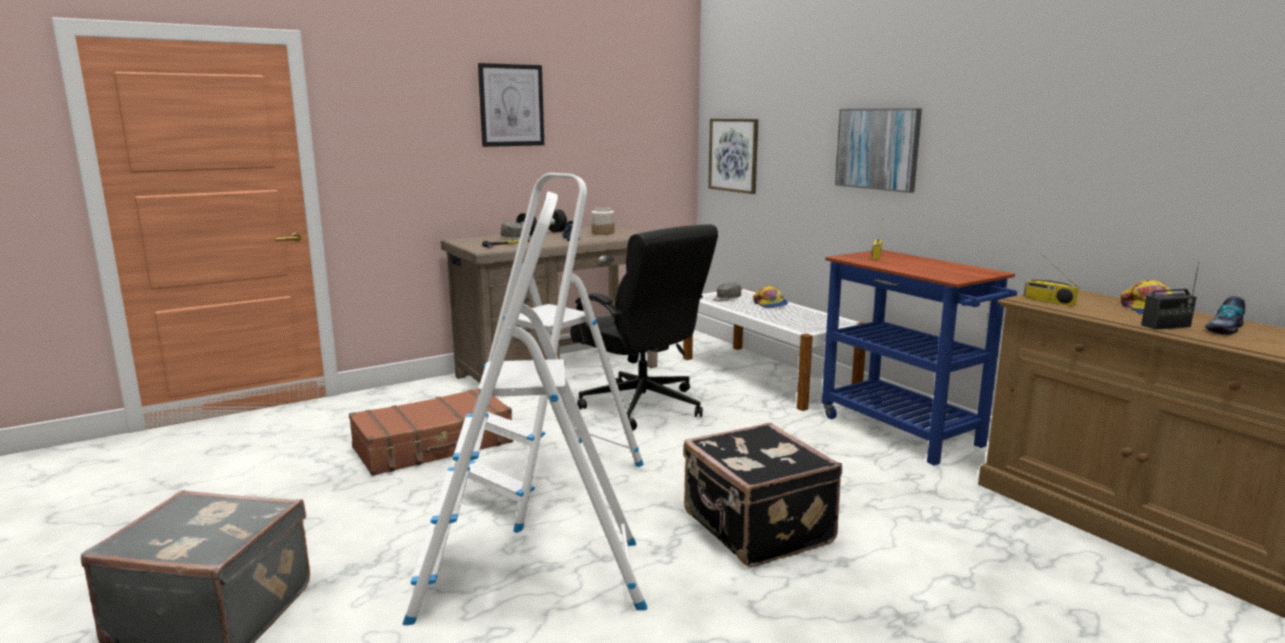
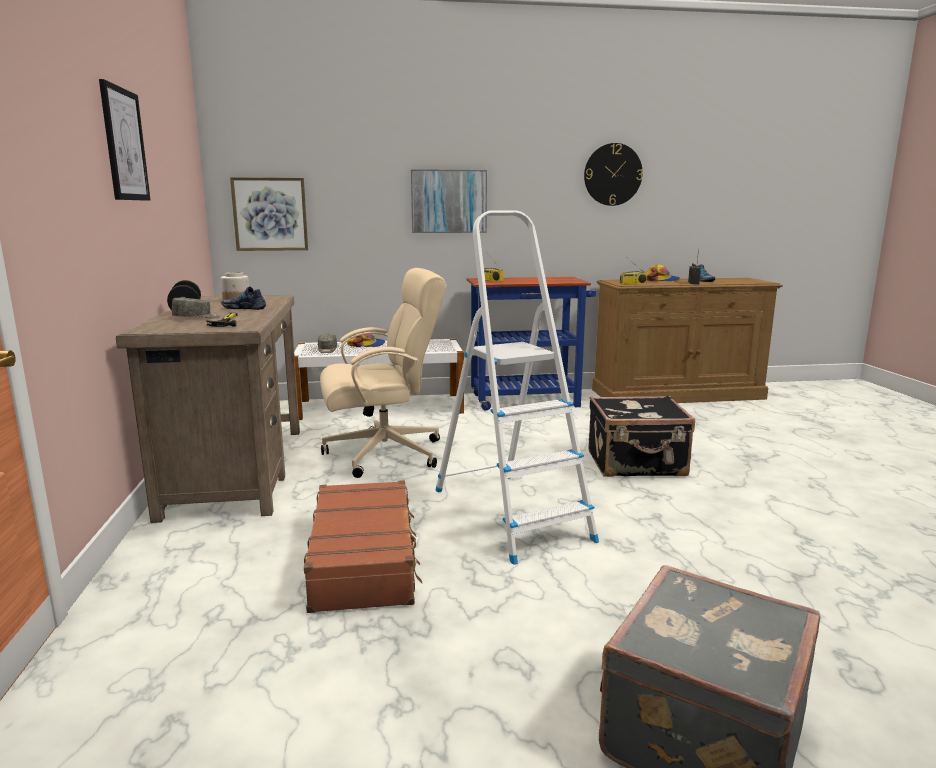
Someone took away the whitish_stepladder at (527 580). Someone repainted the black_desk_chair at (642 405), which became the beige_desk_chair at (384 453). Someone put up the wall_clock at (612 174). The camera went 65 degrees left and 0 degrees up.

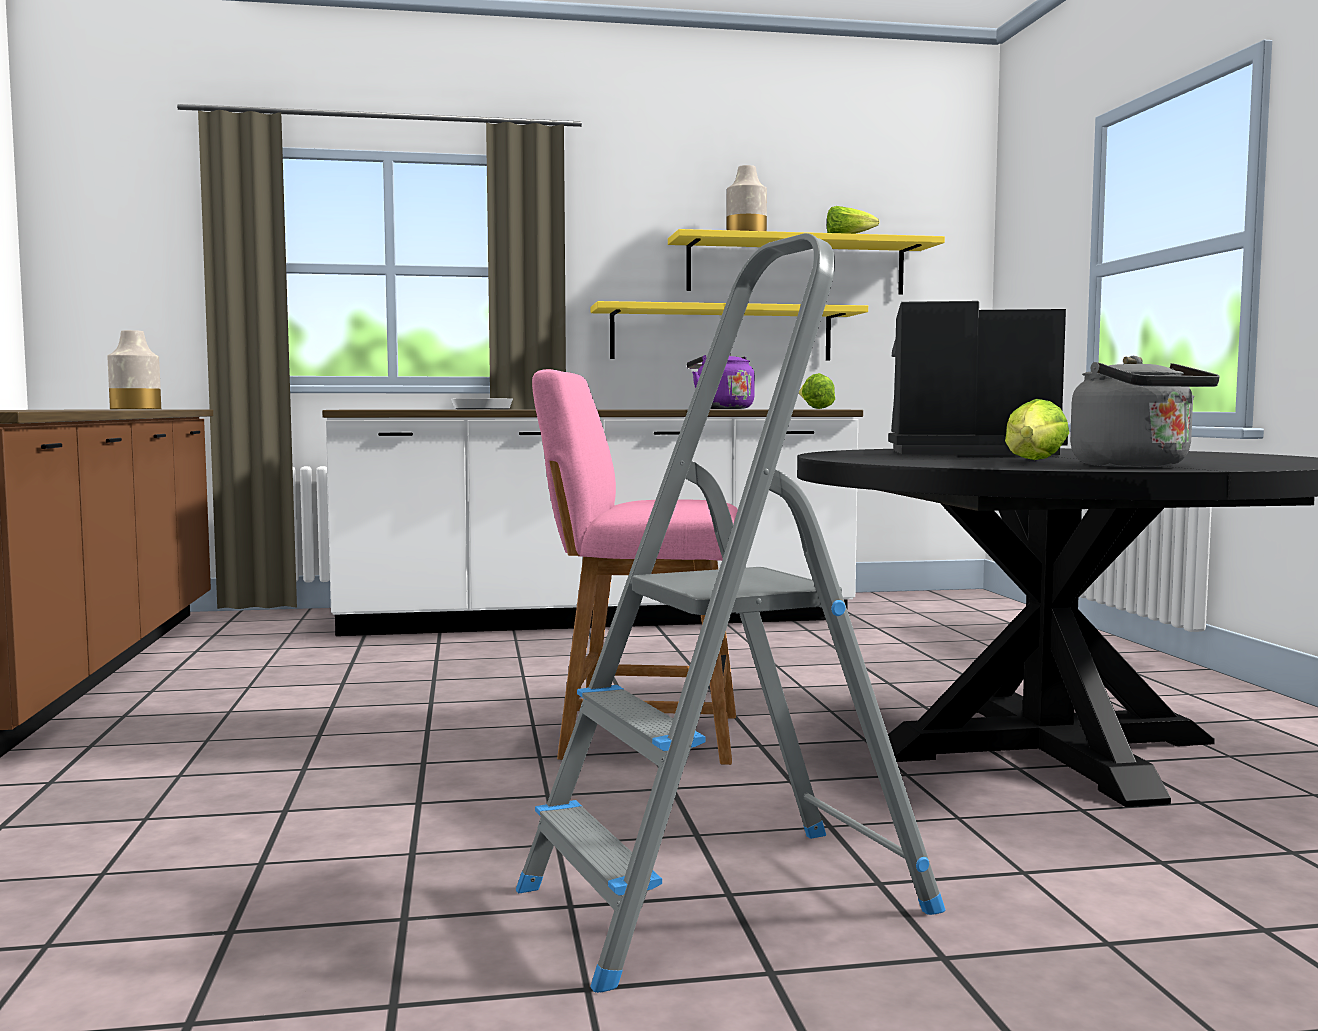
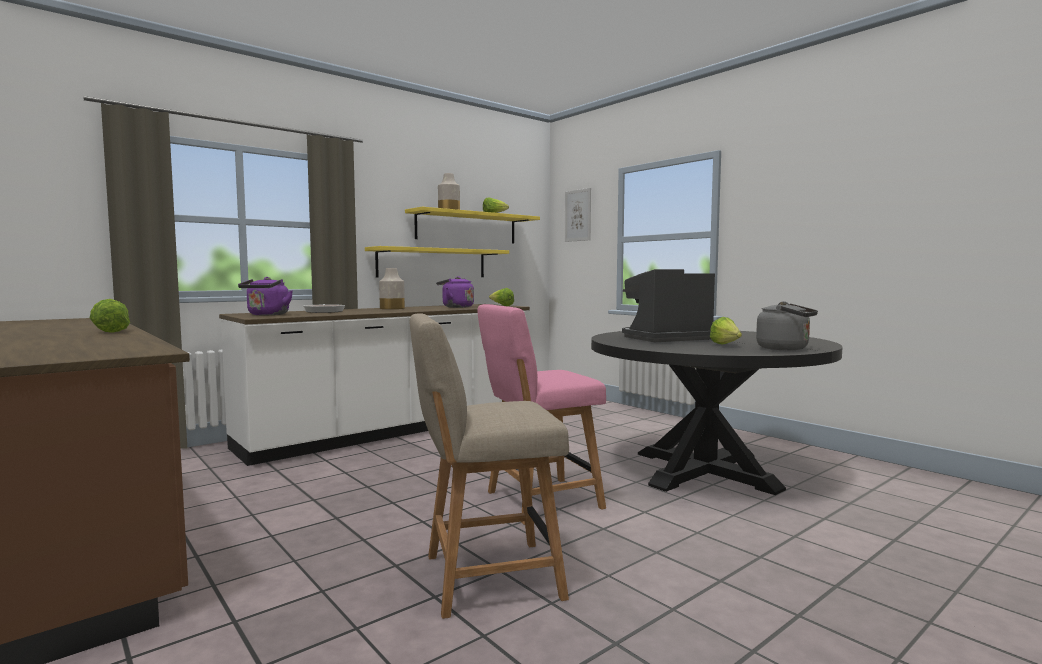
Someone took away the grey_stepladder at (721 901). Someone carried the beige_flower_vase from (135 409) to (392 308). Someone put up the wall_picture at (578 215). Someone put down the purplish_water_kettle at (267 315). Someone put down the head_of_lettuce at (111 331). Someone put down the beige_plain_chair at (484 578). The camera went 30 degrees left and 0 degrees up.

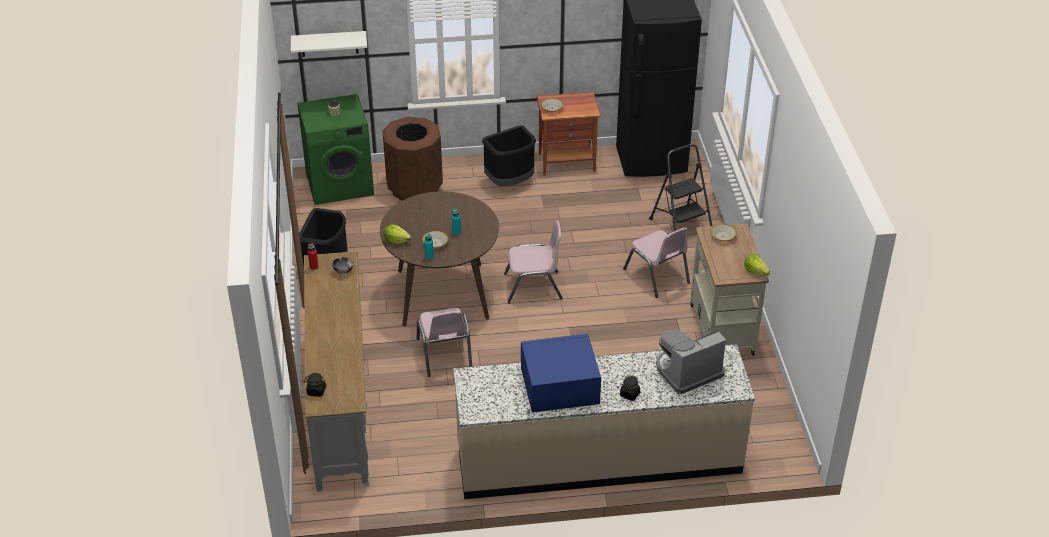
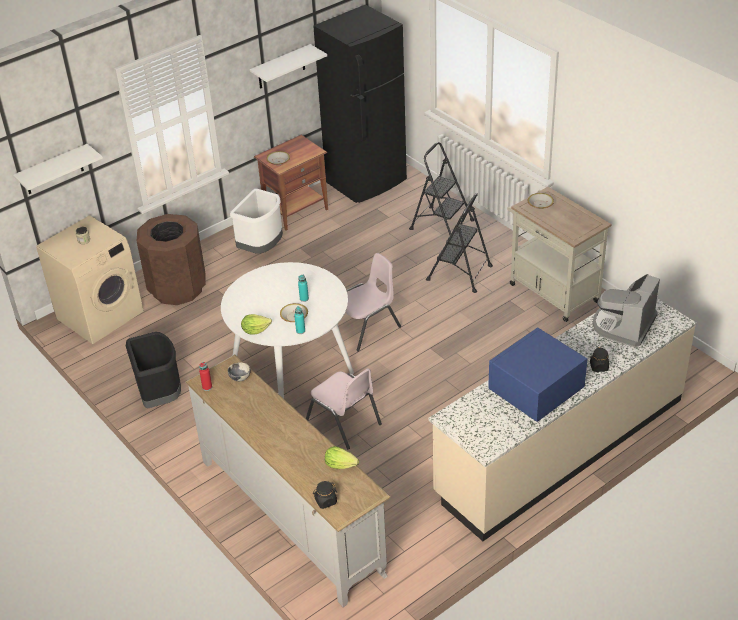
Someone repainted the green-coloured_laundry_appliance at (340 184), which became the beige_laundry_appliance at (101 315). Someone repainted the black_trash_can at (510 182), which became the whitish_trash_can at (262 248). Someone repainted the brownish_kitchen_table at (442 294), which became the whitish_kitchen_table at (292 370). Someone swapped the pink_plain_chair at (657 276) for the black_stepladder at (461 273). Someone carried the head_of_lettuce from (755 271) to (340 465). Someone put up the whitish_wall_shelf at (281 67). The camera went 30 degrees left and 0 degrees up.

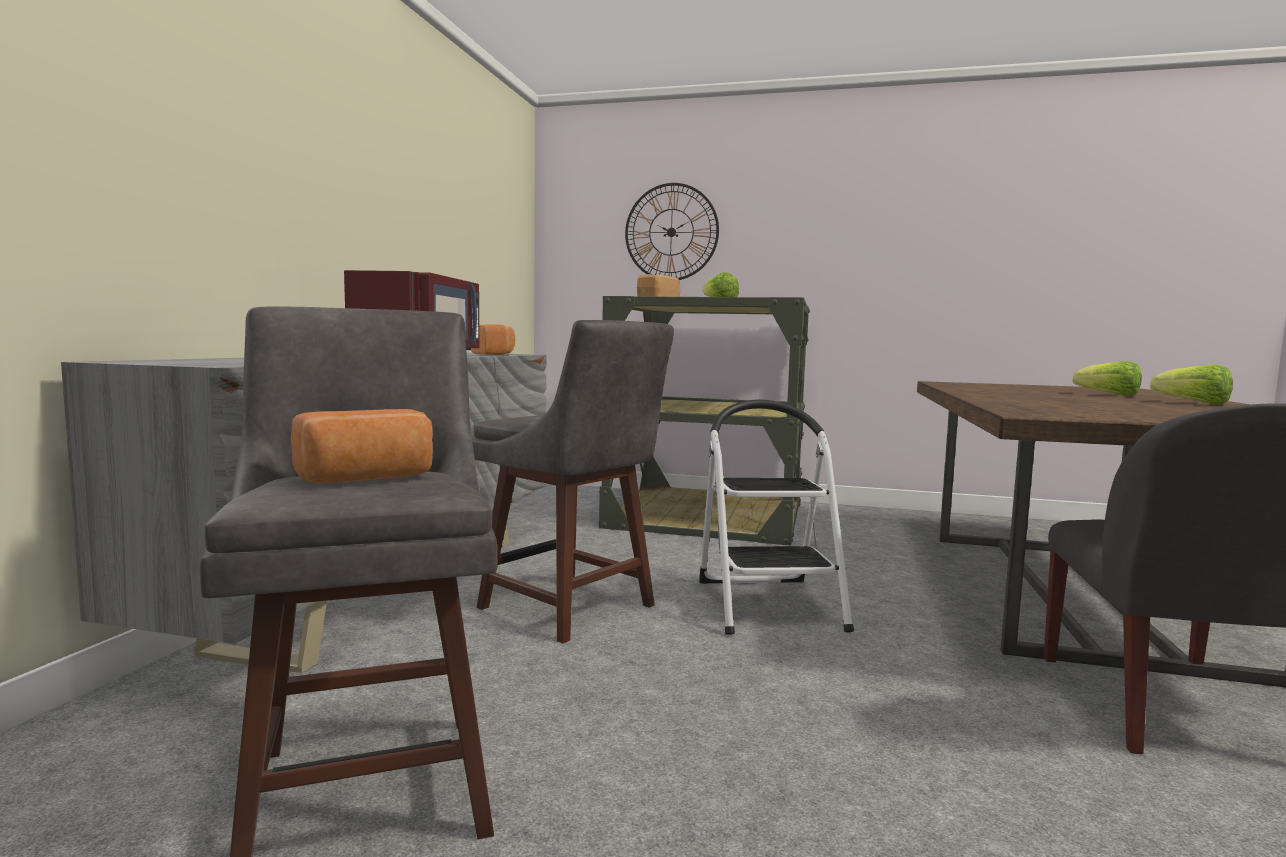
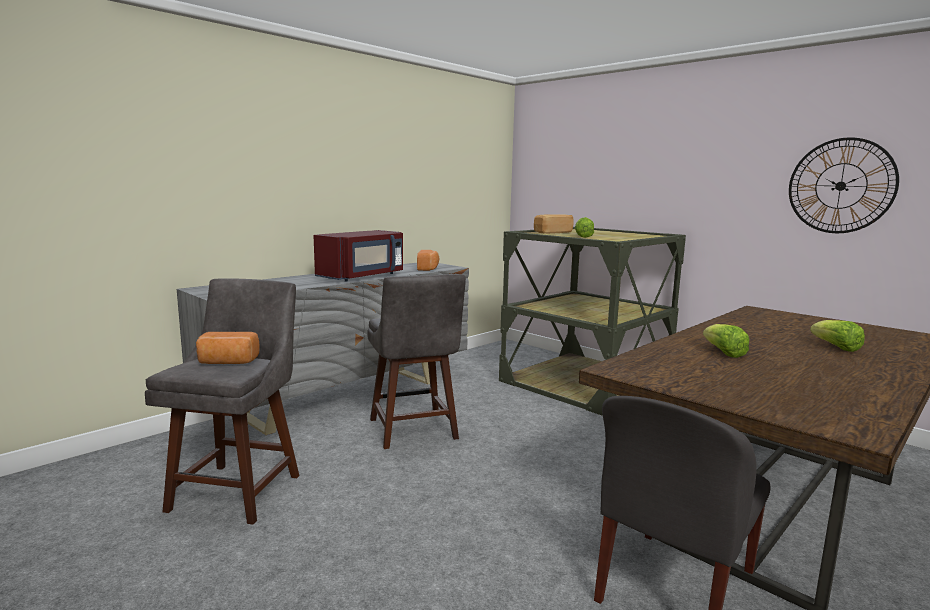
Someone carried the wall_clock from (671 232) to (840 186). Someone carried the head_of_lettuce from (1193 403) to (723 353). Someone took away the stepladder at (768 603). The camera went 30 degrees right and 5 degrees up.

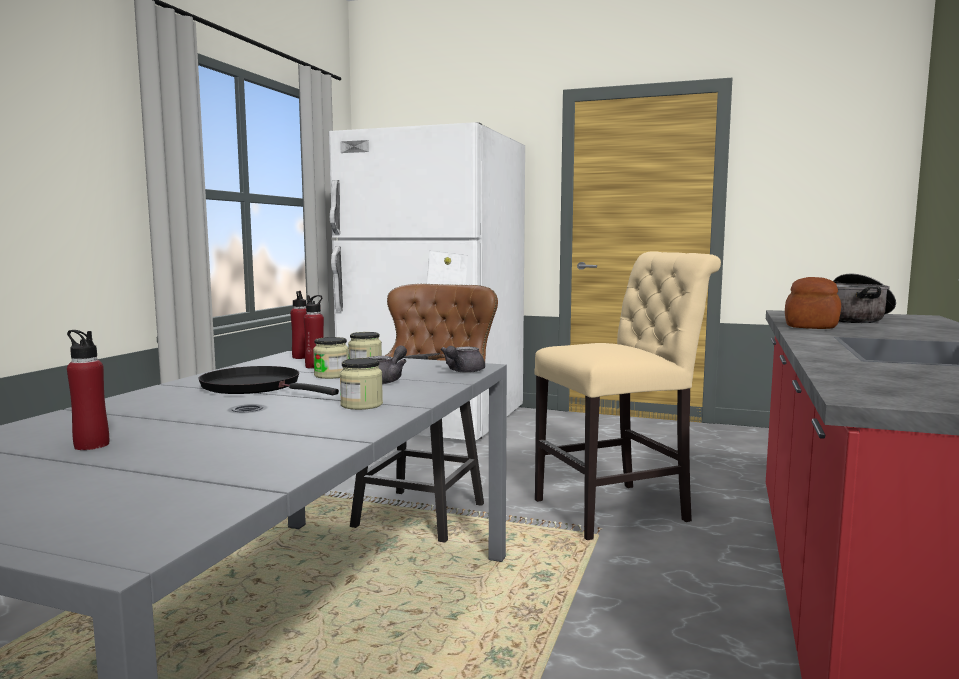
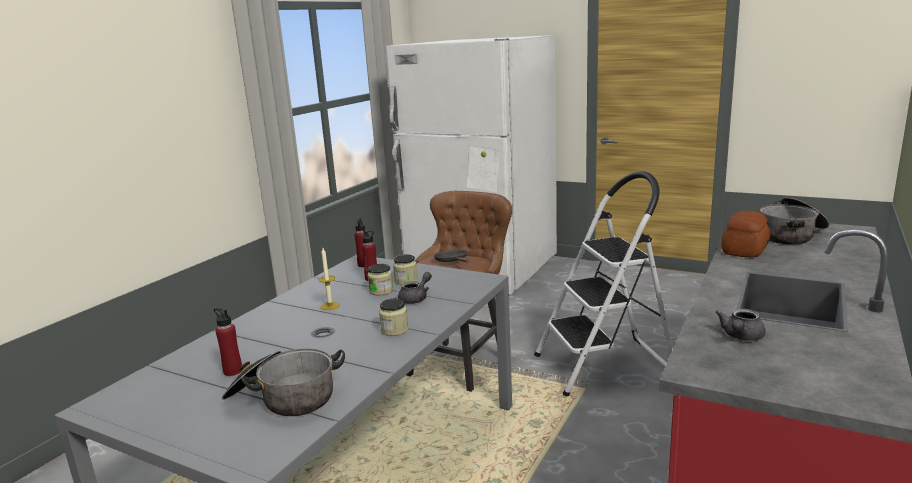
Someone swapped the beige_stool_seat at (619 510) for the stepladder at (608 366). Someone carried the grey_tea_pot from (462 371) to (740 337). Someone swapped the black_skillet at (256 387) for the wax_candle at (330 306). Someone put down the stockpot at (284 399). The camera went 10 degrees right and 10 degrees up.

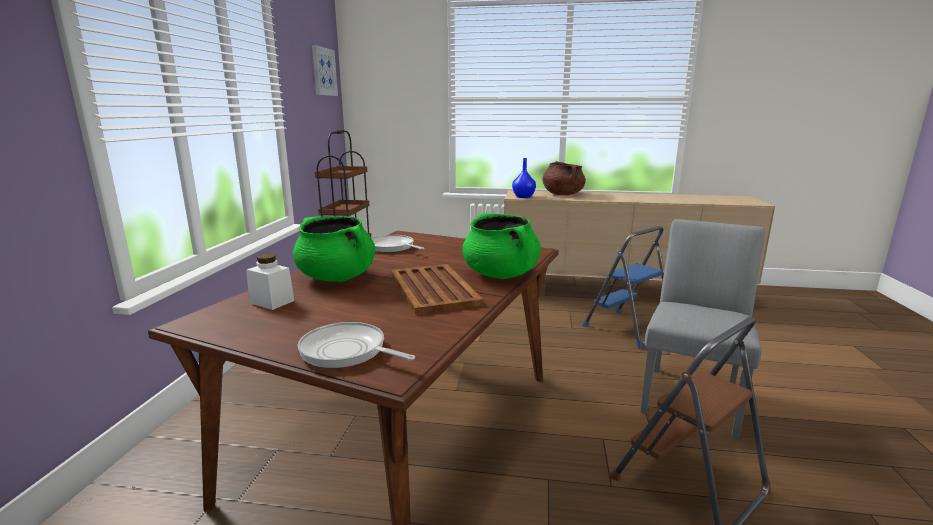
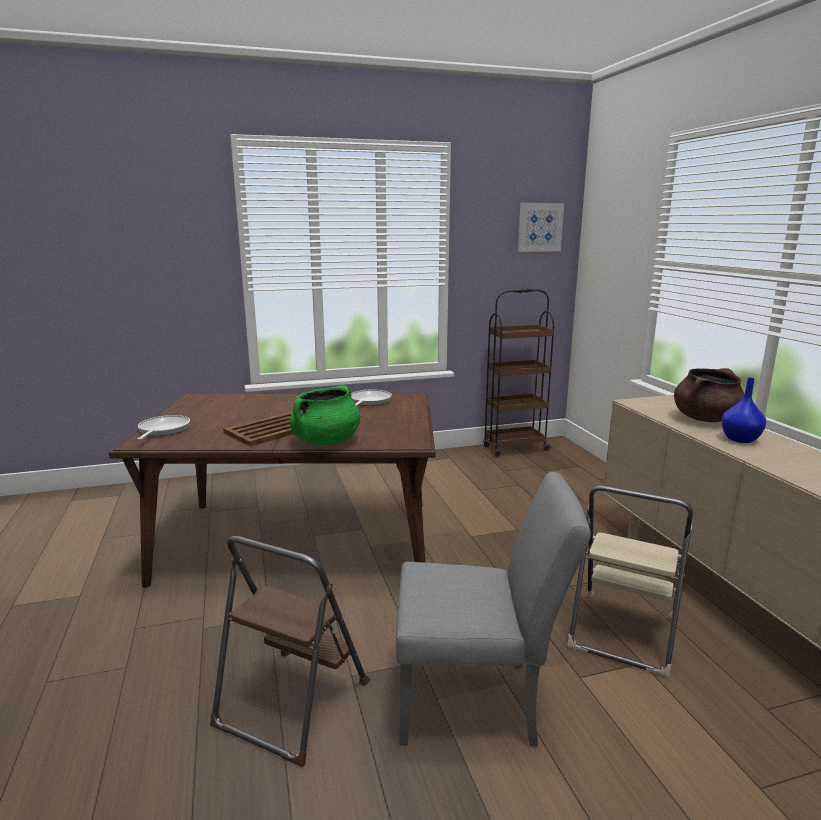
Someone carried the blue-coloured_flower_vase from (523 197) to (741 439). Someone took away the green-coloured_stockpot at (337 277). Someone repainted the blue-coloured_stepladder at (630 329), which became the beige_stepladder at (622 633). Someone took away the whitish_storage_jar at (272 302). The camera went 65 degrees right and 0 degrees up.

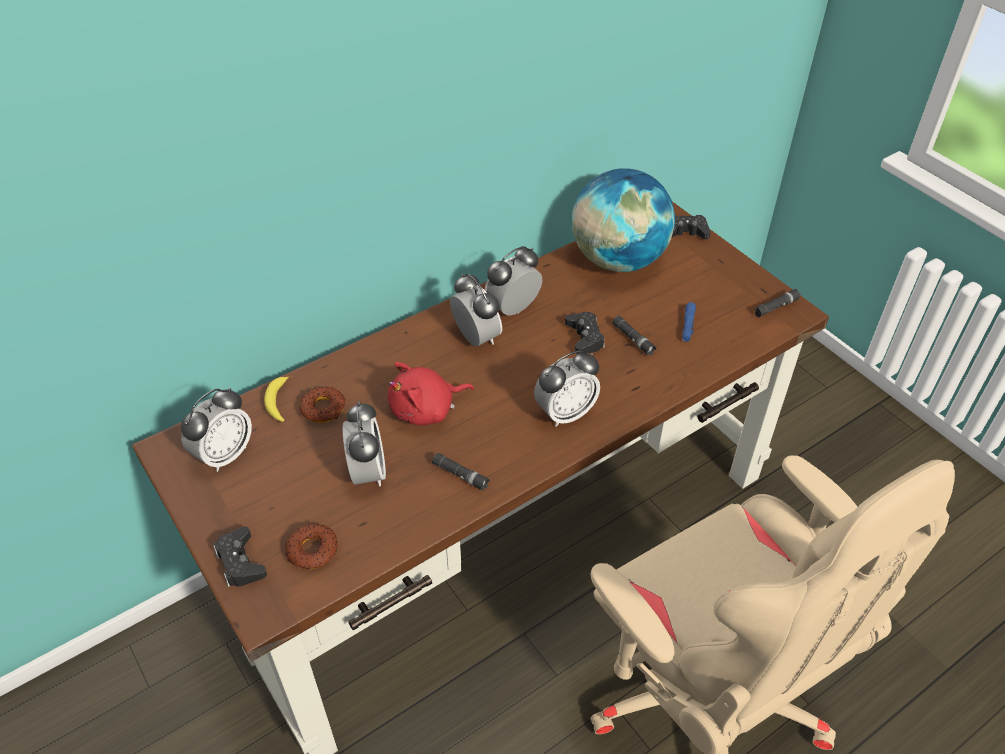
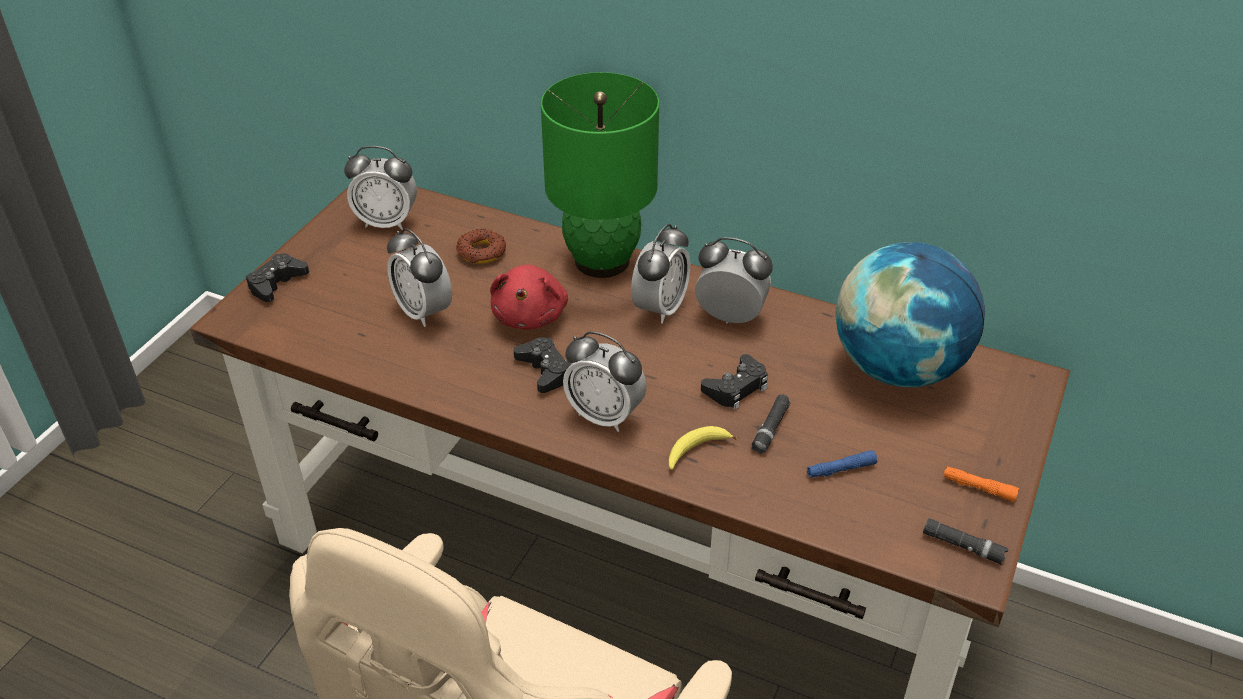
Someone carried the black_game_controller from (685 232) to (545 370). Someone rotated the red_soft_toy at (426 410) by 120 degrees counterclockwise. Someone carried the banana from (278 402) to (696 451). Someone rotated the bedside_clock at (368 472) by 90 degrees clockwise. Someone took away the black_torch at (460 475). Someone took away the doughnut at (312 550). Someone put down the green-coloured_table_lamp at (601 260). Someone put down the orange_torch at (979 488). The camera went 60 degrees right and 5 degrees down.

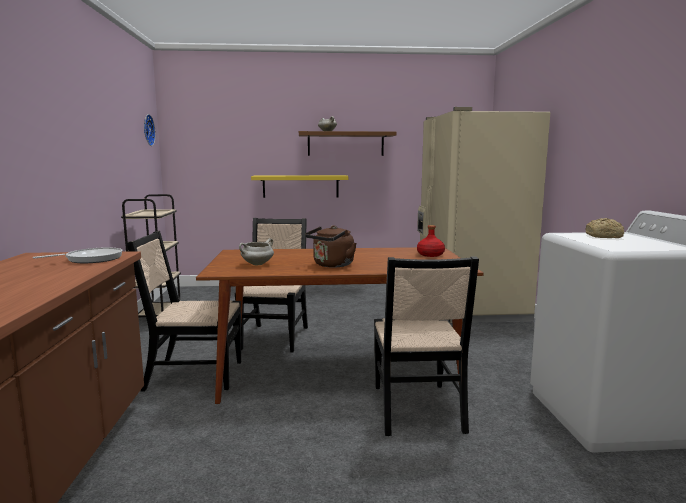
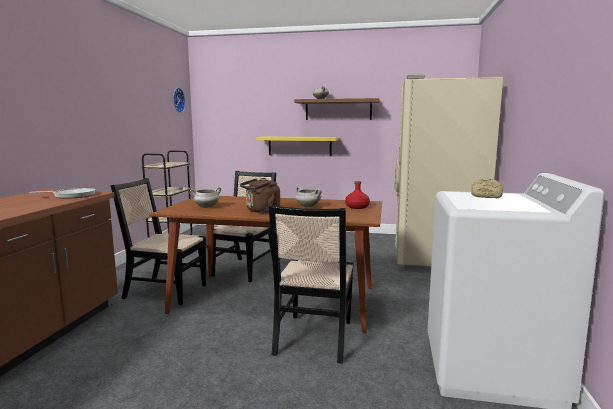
Someone put down the whitish_stockpot at (307 206). The camera went 15 degrees right and 0 degrees up.

